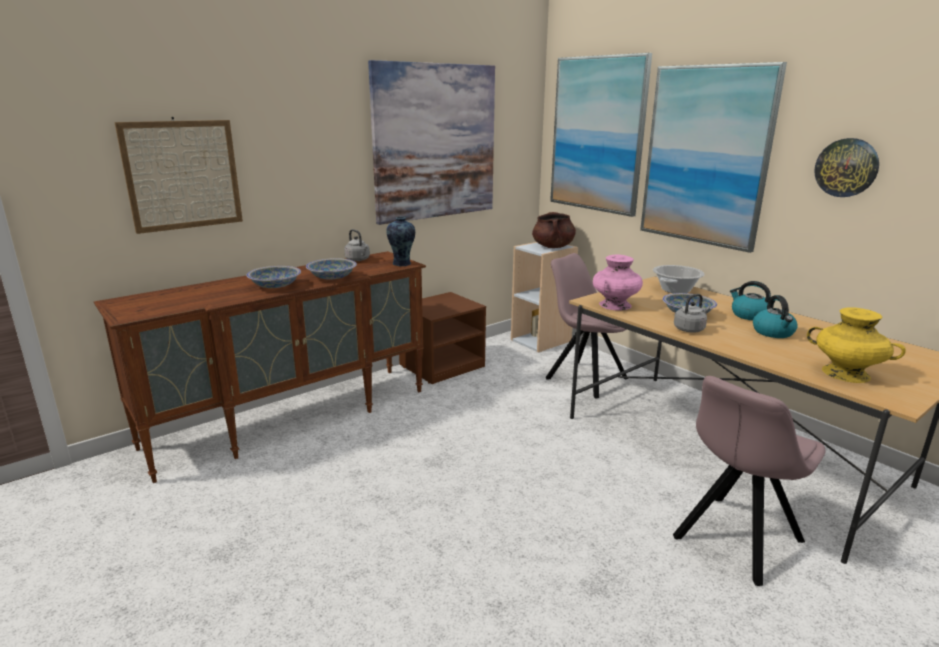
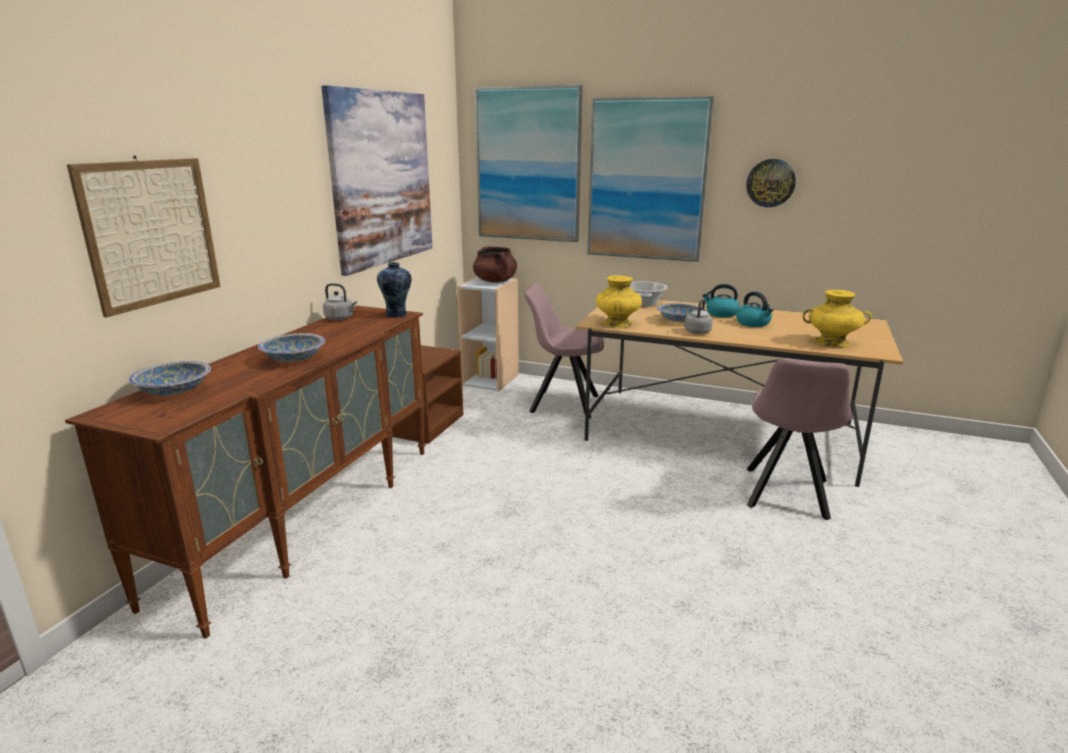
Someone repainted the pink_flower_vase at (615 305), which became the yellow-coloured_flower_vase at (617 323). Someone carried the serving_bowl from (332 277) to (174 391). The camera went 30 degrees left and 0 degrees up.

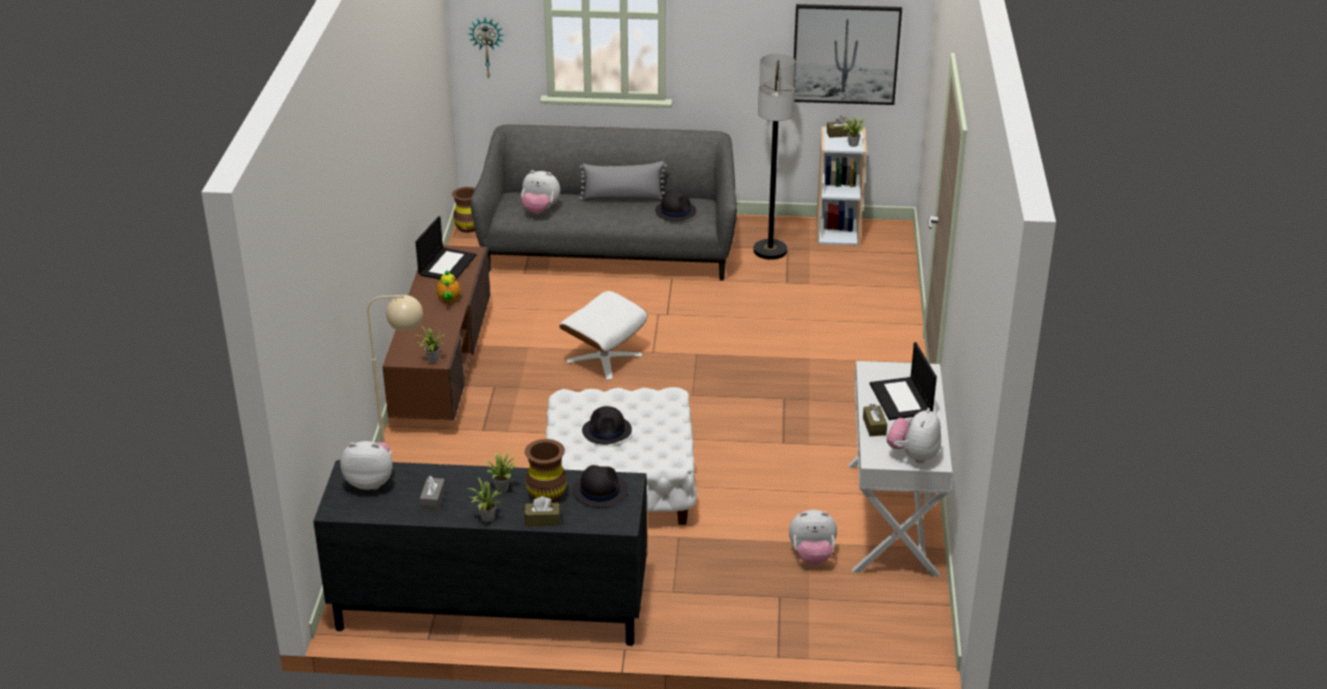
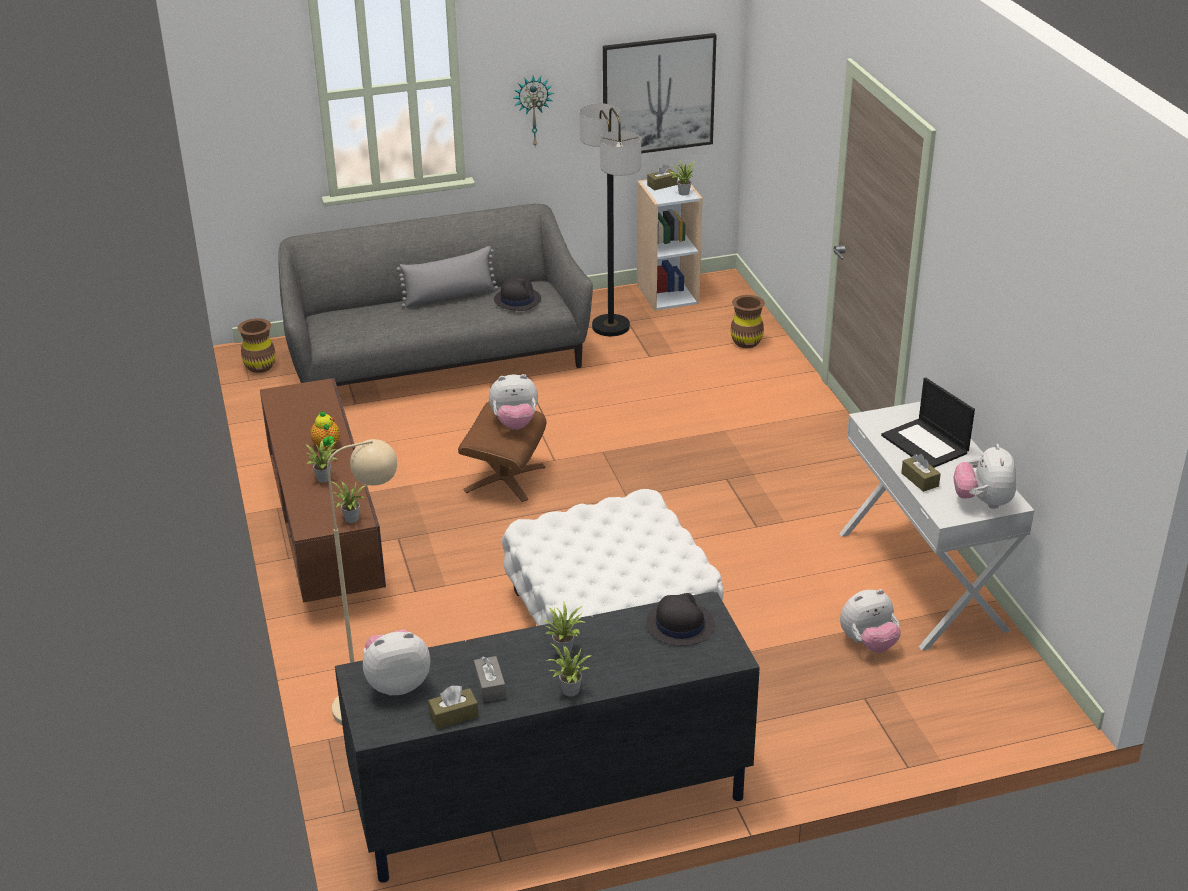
Someone carried the wall_clock from (487 47) to (533 110). Someone carried the soft_toy from (540 210) to (515 423). Someone took away the laptop at (447 264). Someone repainted the whitish_pouffe at (604 358), which became the brownish_pouffe at (504 478). Someone took away the black_wearable_hat at (607 431). Someone carried the brownish_flower_vase from (546 495) to (746 342). Someone carried the brownish_box_of_tissues from (542 520) to (453 715). Someone put down the houseplant at (325 478). The camera went 20 degrees left and 0 degrees up.

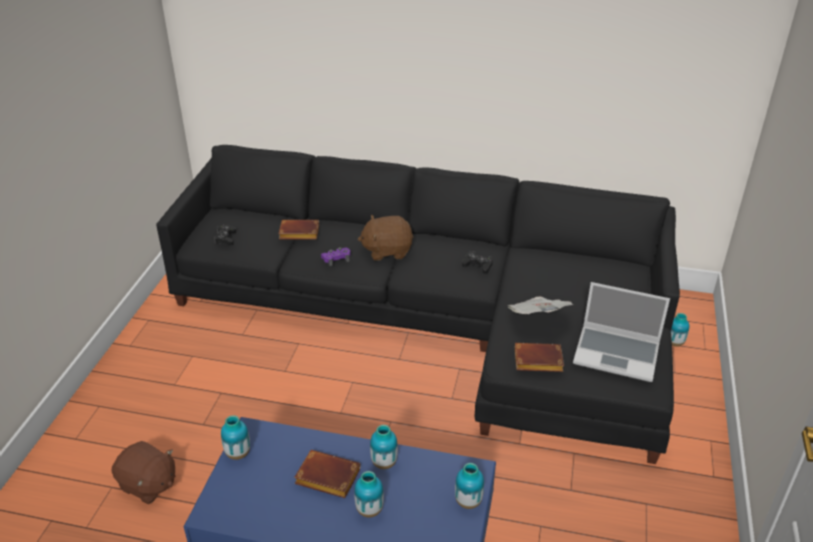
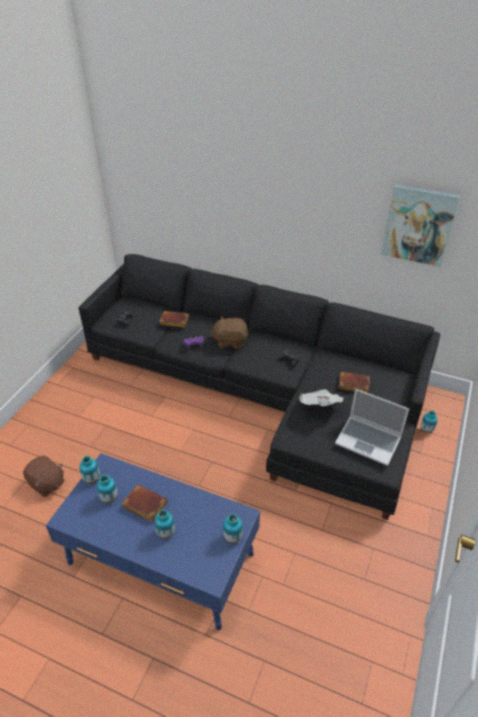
Someone carried the brownish_volume from (536 362) to (352 385). Someone carried the flower_vase from (384 463) to (109 498). Someone put up the wall_picture at (418 225). The camera went 10 degrees right and 5 degrees up.

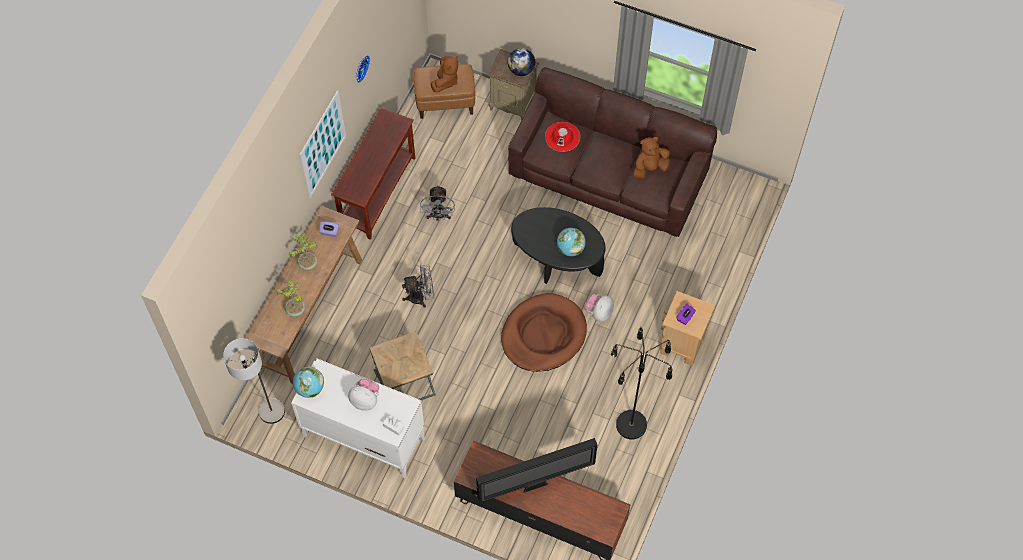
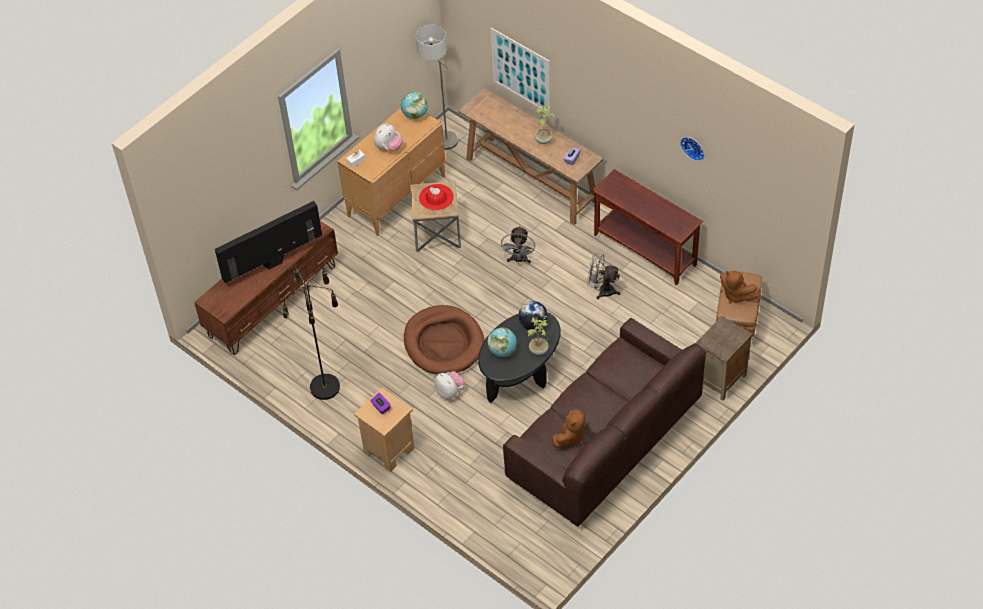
Someone carried the world_globe from (521 70) to (533 324). Someone carried the wall_picture from (323 144) to (521 71). Someone carried the red_wearable_hat from (562 137) to (436 197). Someone rotated the brownish_soft_toy at (650 168) by 45 degrees clockwise. Someone carried the houseplant from (295 310) to (539 350). Someone repainted the whitish_cupboard at (364 437), which became the brownish_cupboard at (397 196). Someone rotated the TV at (536 484) by 60 degrees clockwise. The camera went 110 degrees right and 10 degrees down.

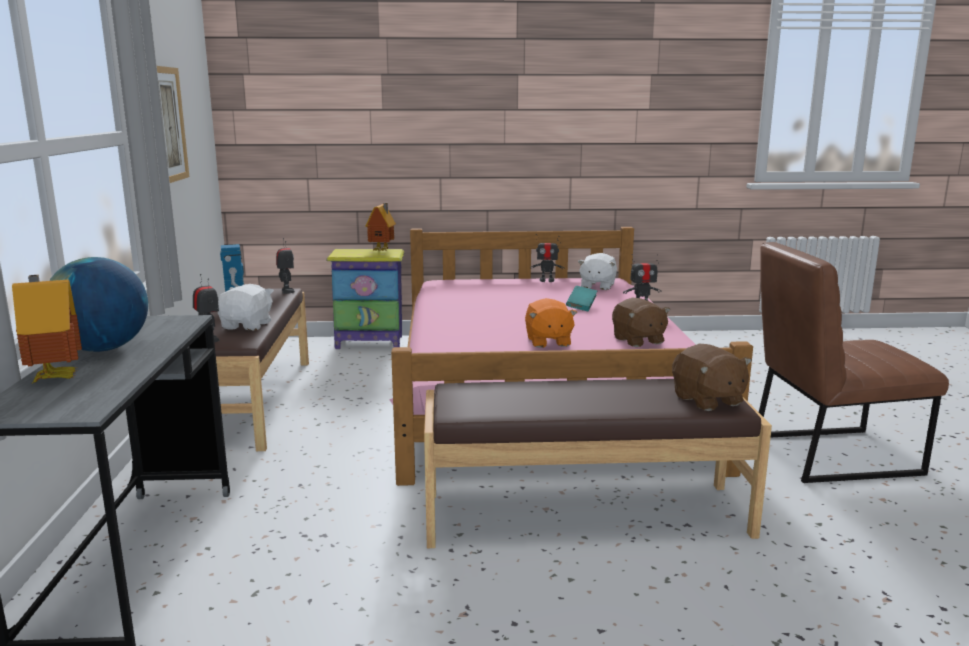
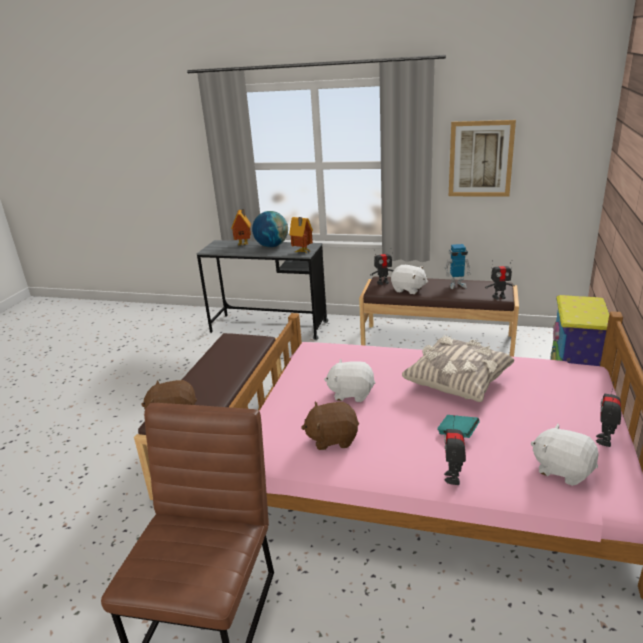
Someone carried the toy_house from (382 250) to (302 252). Someone repainted the orange_soft_toy at (548 342), which became the whitish_soft_toy at (351 393). Someone put down the beige_throw_pillow at (457 382). The camera went 110 degrees right and 10 degrees up.

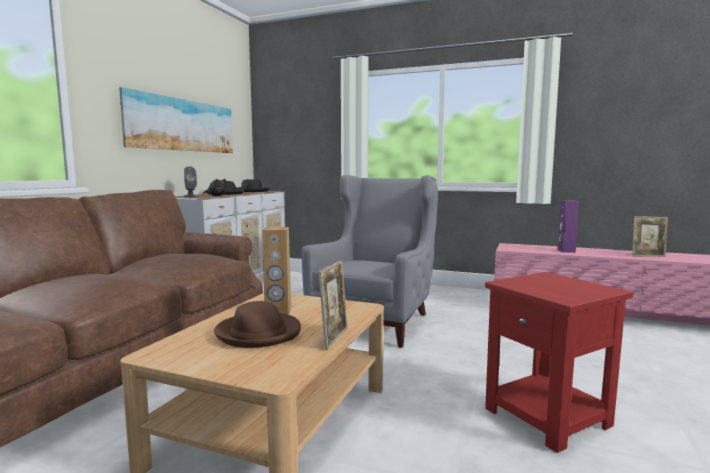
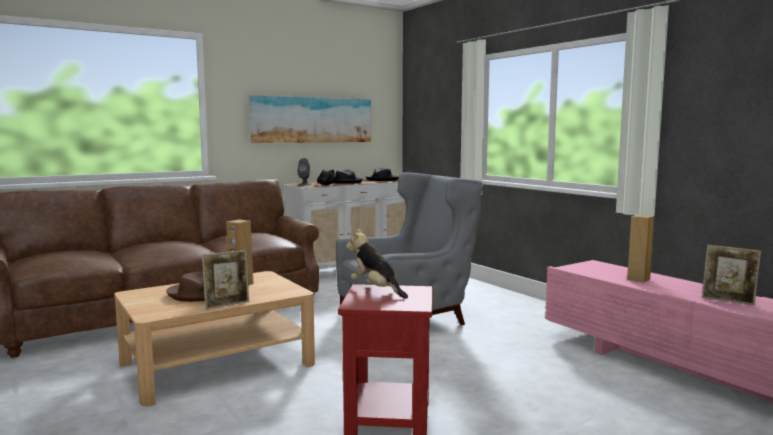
Someone repainted the purplish_loudspeaker at (566 251), which became the brownish_loudspeaker at (638 279). Someone put down the soft_toy at (376 290). The camera went 35 degrees right and 0 degrees up.

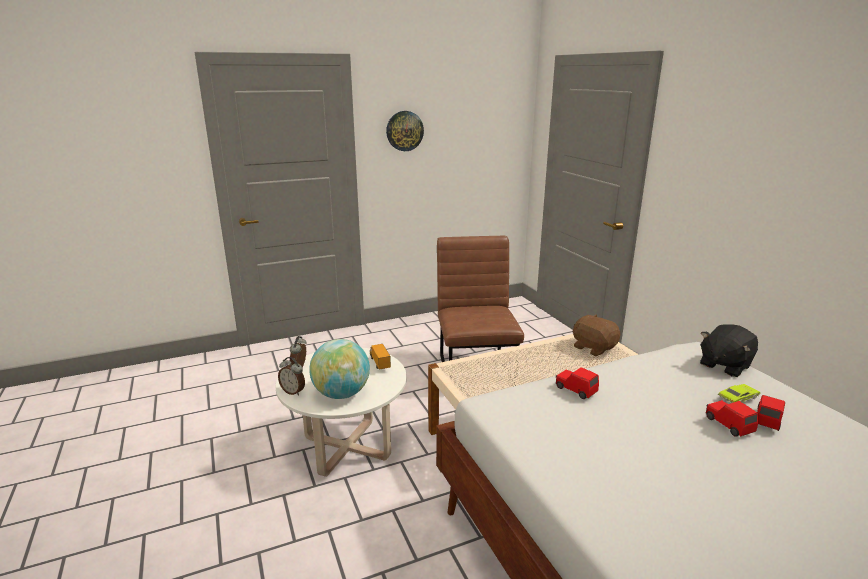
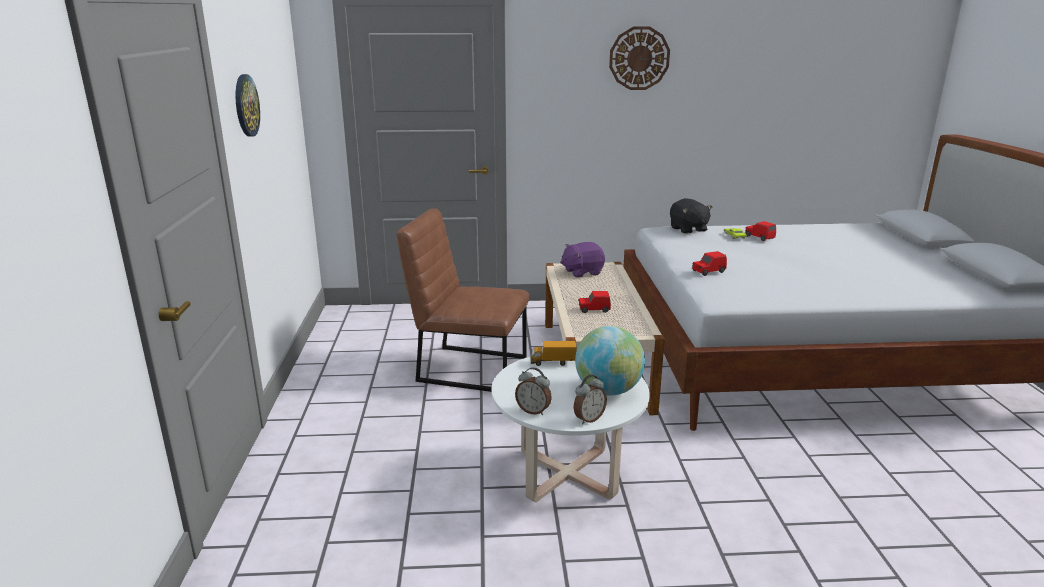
Someone repainted the brownish_soft_toy at (593 348), which became the purplish_soft_toy at (582 272). Someone carried the red_miniature_car from (728 425) to (593 309). Someone put up the wall_clock at (639 58). The camera went 70 degrees left and 0 degrees up.

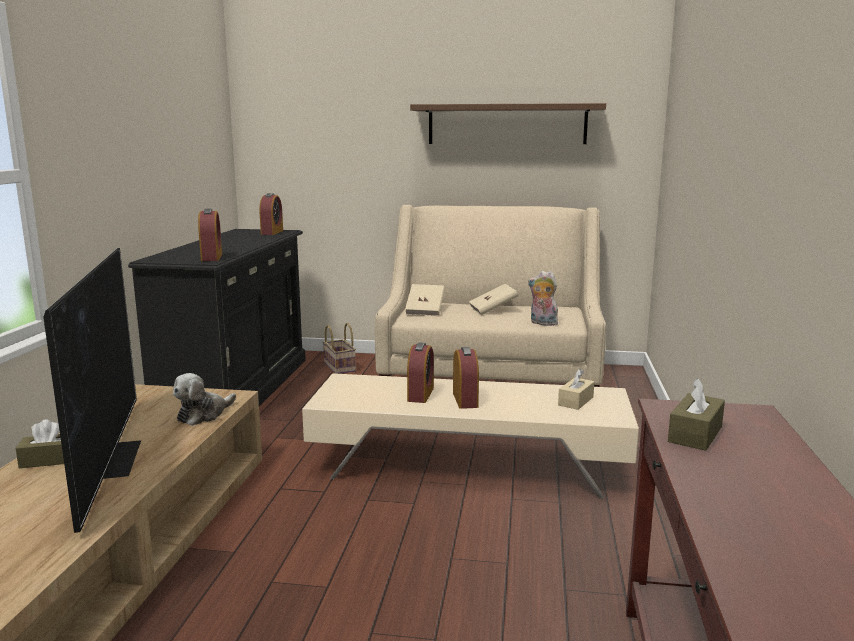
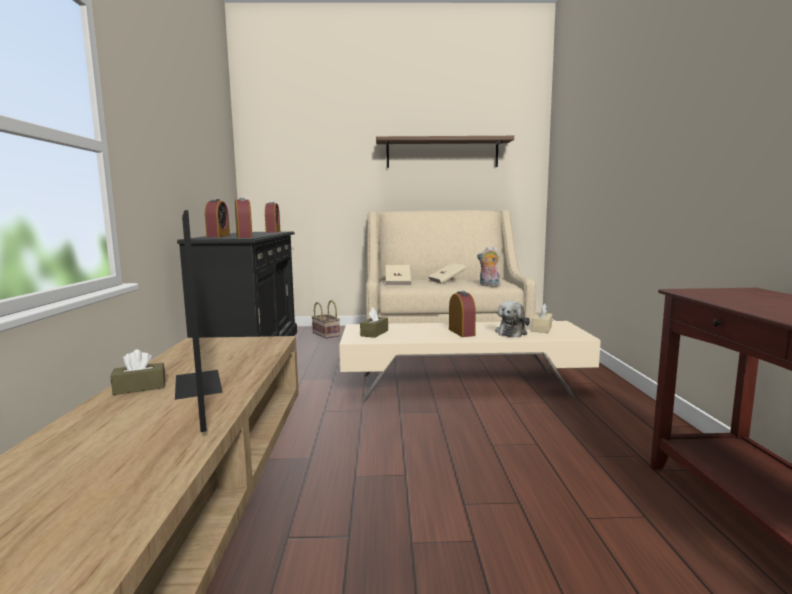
Someone carried the bedside_clock from (420 394) to (218 236). Someone carried the soft_toy from (203 414) to (512 332). Someone carried the brownish_box_of_tissues from (695 434) to (374 333). The camera went 10 degrees left and 5 degrees down.

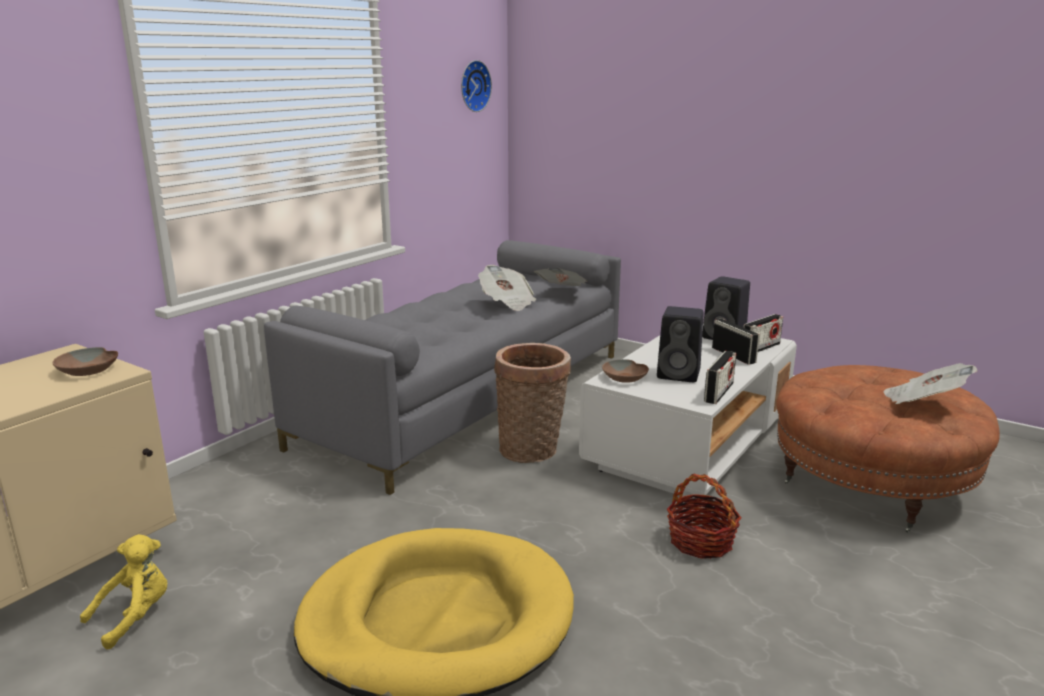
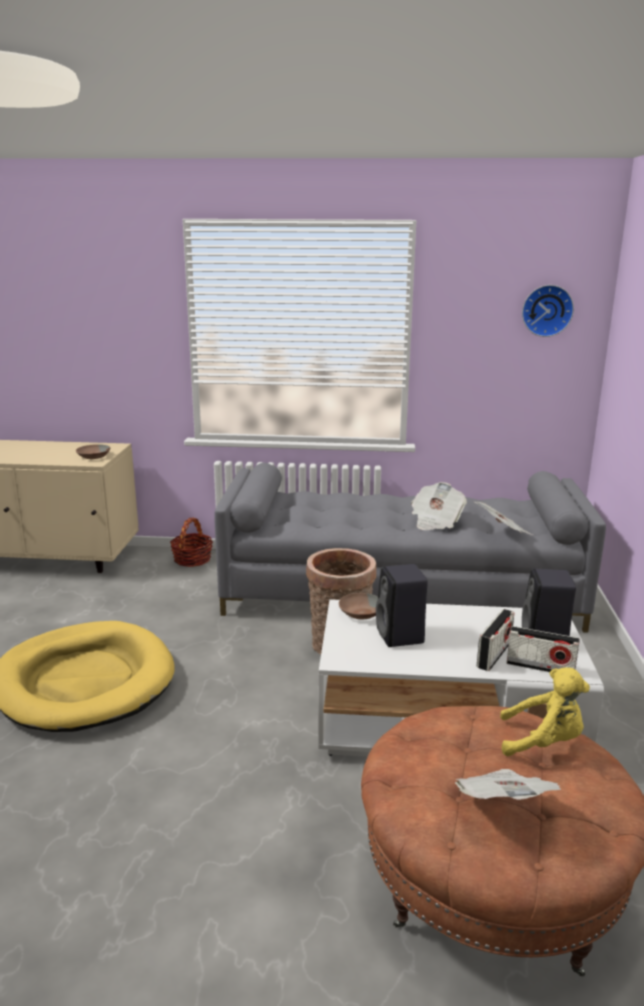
Someone took away the radio_set at (719 392). Someone carried the basket from (700 541) to (192 559). Someone carried the yellow-coloured_soft_toy from (135 616) to (543 742). The camera went 60 degrees right and 0 degrees up.

